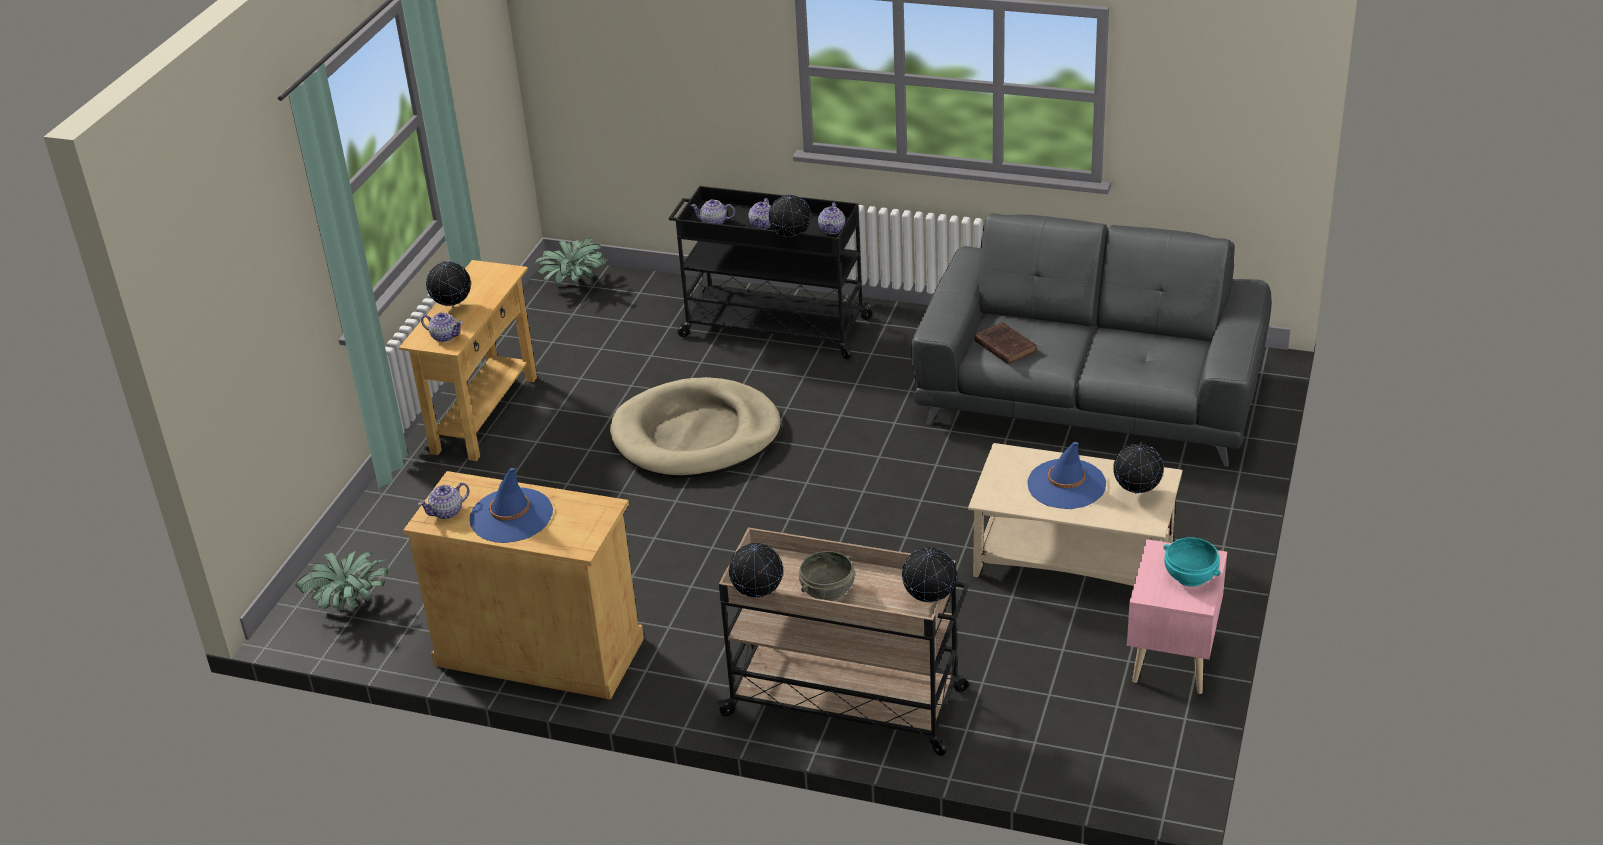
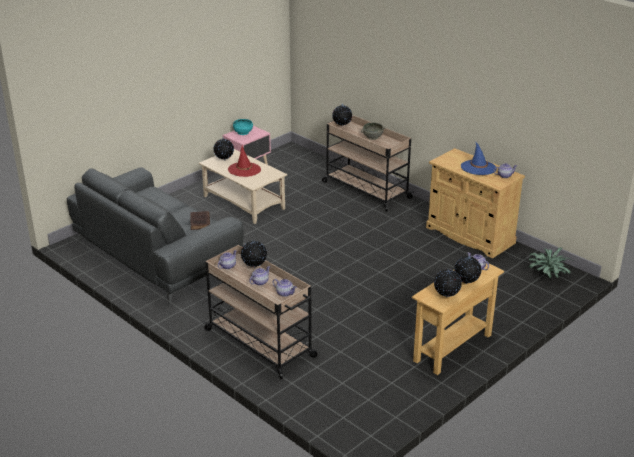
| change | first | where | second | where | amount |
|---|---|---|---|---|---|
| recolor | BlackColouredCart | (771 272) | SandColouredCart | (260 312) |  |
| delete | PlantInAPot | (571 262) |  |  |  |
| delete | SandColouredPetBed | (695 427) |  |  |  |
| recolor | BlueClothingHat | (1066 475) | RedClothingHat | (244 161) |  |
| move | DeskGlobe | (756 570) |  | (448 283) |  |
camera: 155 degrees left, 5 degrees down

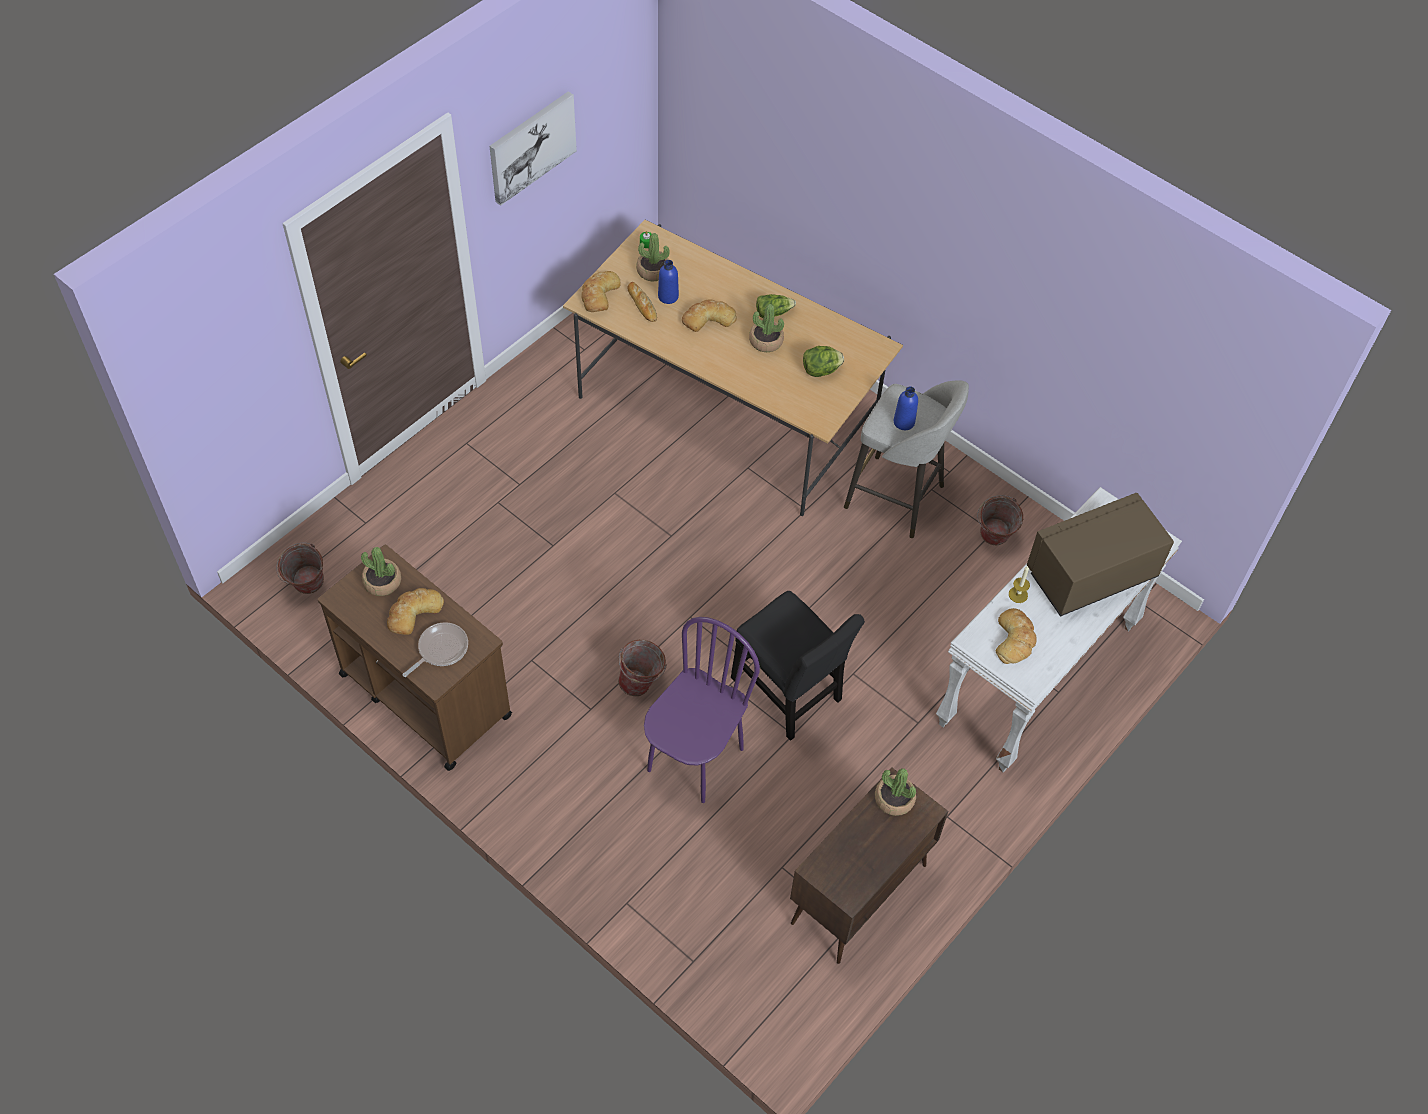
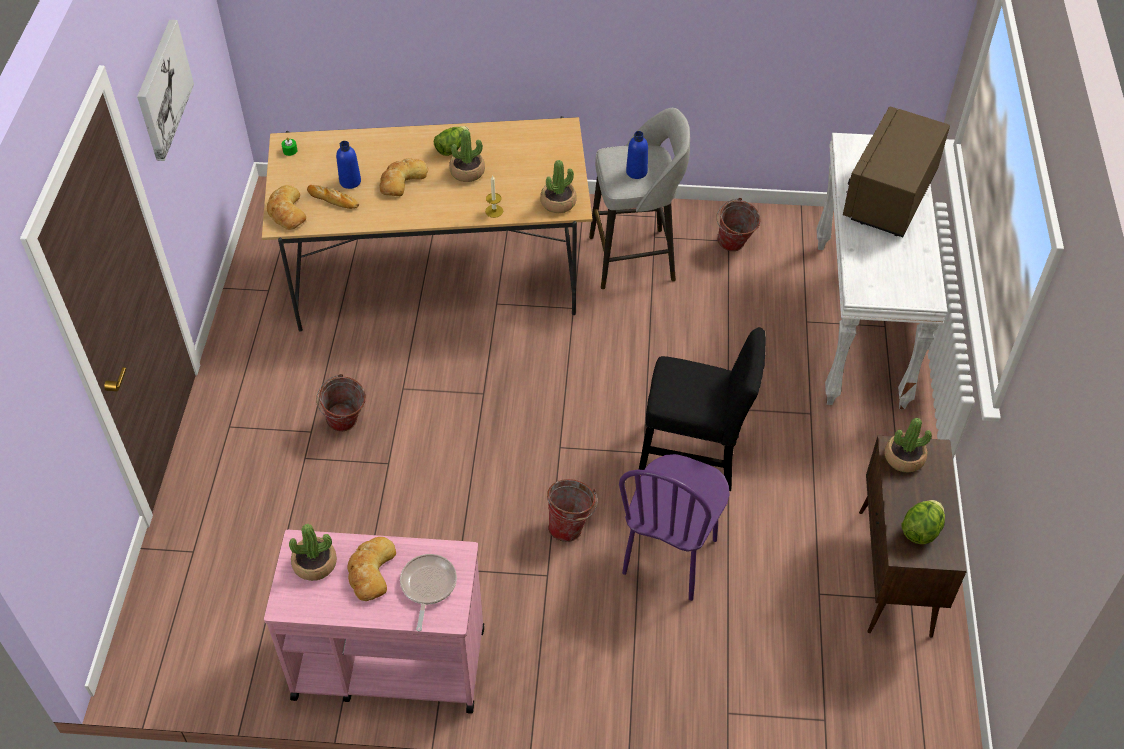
| change | first | where | second | where | amount |
|---|---|---|---|---|---|
| move | PlantInAPot | (653 257) |  | (558 186) |  |
| move | HeadOfLettuce | (823 361) |  | (923 522) |  |
| move | Pail | (300 568) |  | (341 402) |  |
| recolor | BrownColouredCart | (415 658) | PinkCart | (374 622) |  |
| move | WaxCandle | (1019 584) |  | (494 196) |  |
| delete | BakedBread | (1016 636) |  |  |  |
| rotate | PurpleColouredUprightChair | (702 710) |  | (674 527) | 150 degrees counterclockwise |
camera: 35 degrees left, 5 degrees down

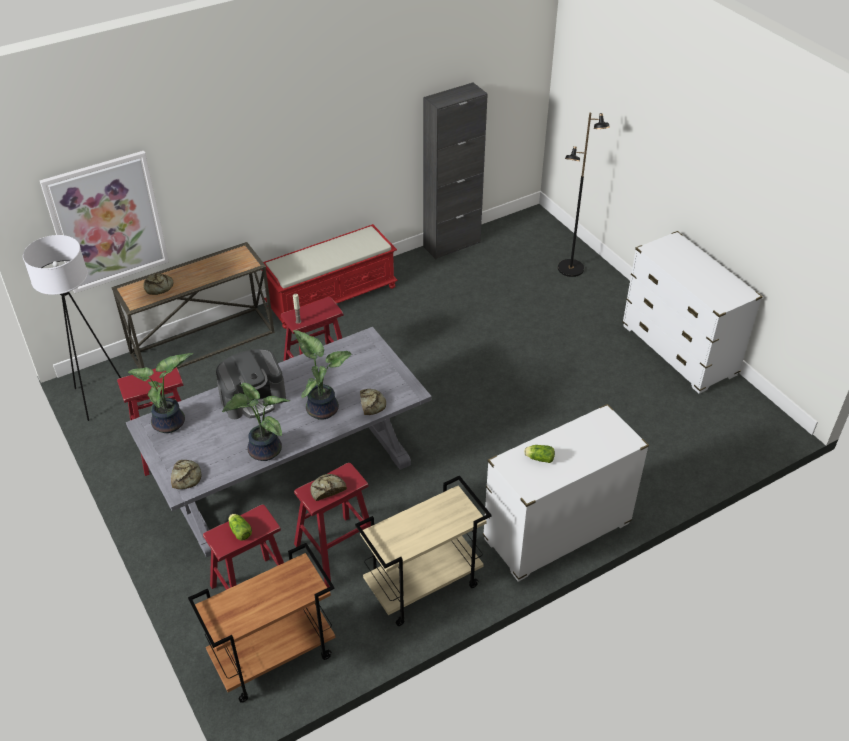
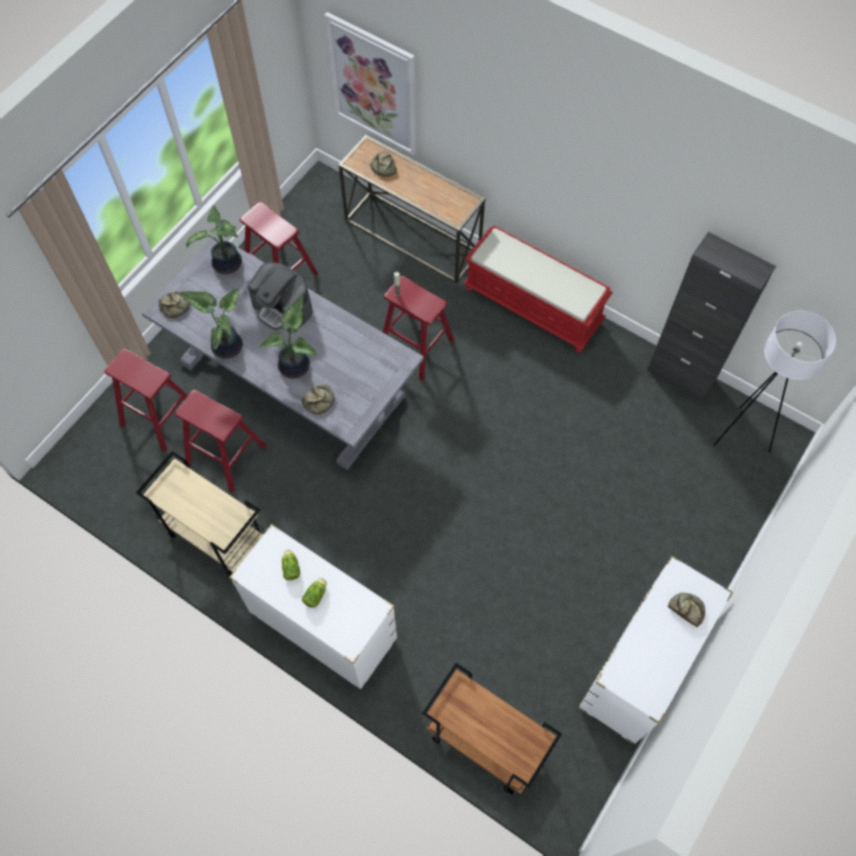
| change | first | where | second | where | amount |
|---|---|---|---|---|---|
| delete | BlackColouredStandingLamp | (584 194) |  |  |  |
| move | WhiteStandingLamp | (72 328) |  | (775 382) |  |
| move | BakedBread | (328 487) |  | (686 610) |  |
| move | HeadOfLettuce | (240 527) |  | (314 593) |  |
| move | BrownColouredCart | (261 623) |  | (492 728) |  |
camera: 65 degrees right, 20 degrees up

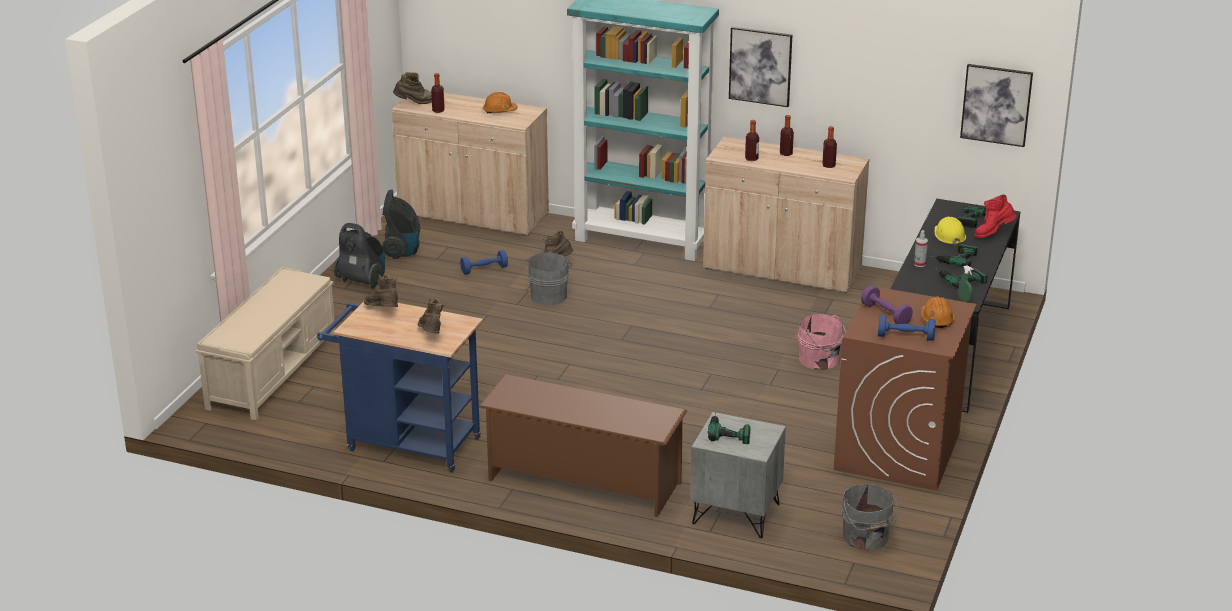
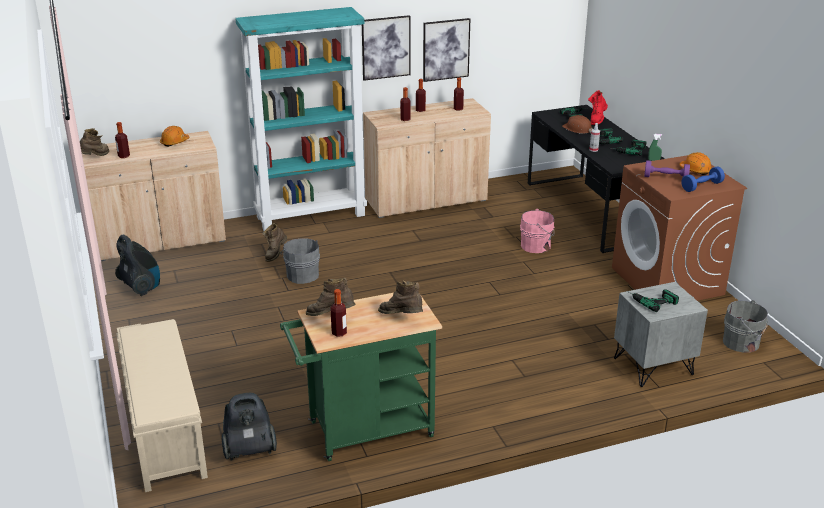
| change | first | where | second | where | amount |
|---|---|---|---|---|---|
| move | Picture | (996 105) |  | (446 50) |  |
| recolor | YellowSafetyHelmet | (950 231) | BrownColouredSafetyHelmet | (578 124) |  |
| move | VacuumCleaner | (359 255) |  | (249 427) |  |
| delete | BlueDumbbell | (484 262) |  |  |  |
| recolor | BlueCart | (400 387) | GreenCart | (361 377) |  |
| delete | BrownColouredShoeRack | (583 445) |  |  |  |
| insert |  |  | DrinkBottle | (338 313) |  |
camera: 40 degrees left, 0 degrees up

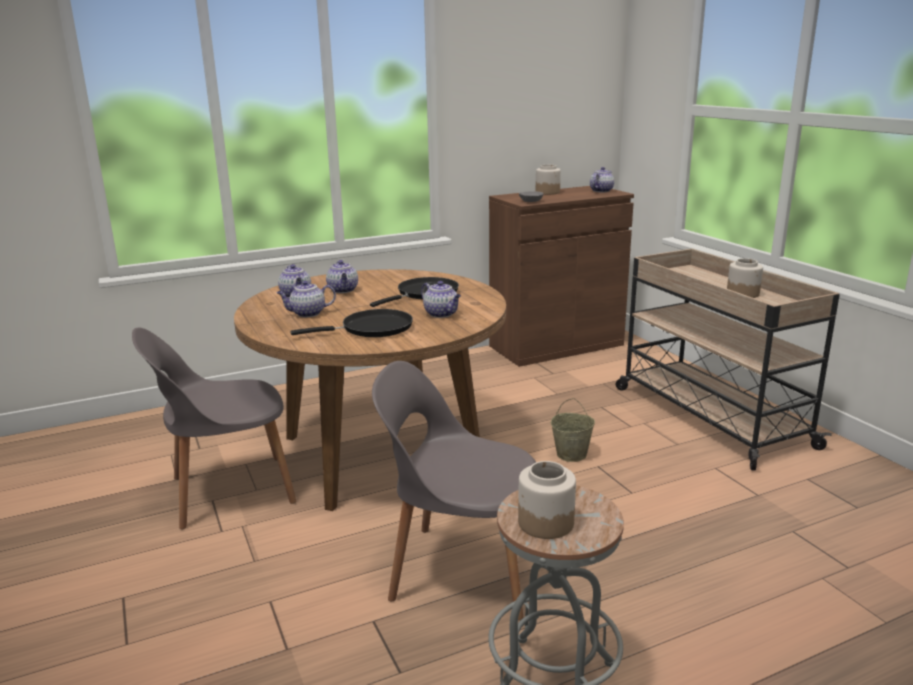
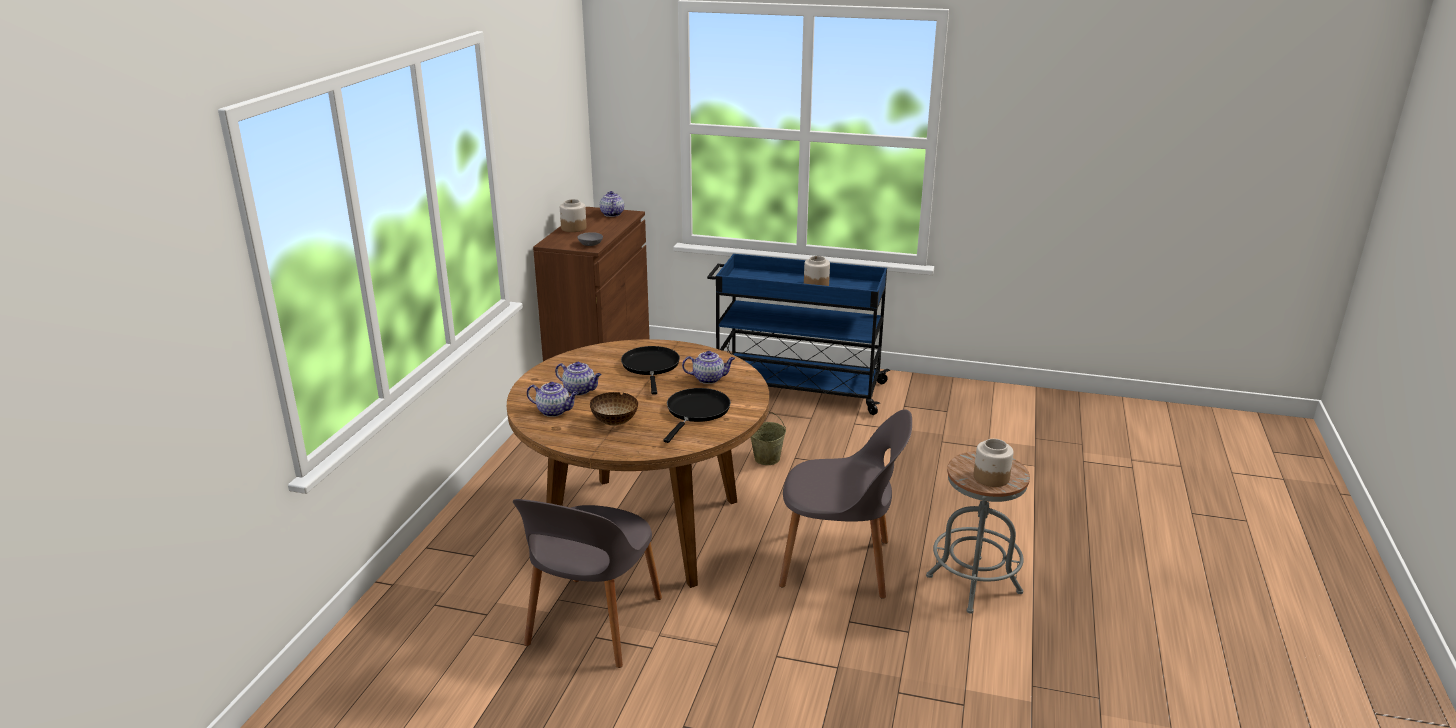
| change | first | where | second | where | amount |
|---|---|---|---|---|---|
| recolor | SandColouredCart | (728 360) | BlueCart | (798 334) |  |
| replace | Teapot | (306 299) | ServingBowl | (614 409) |  |
| rotate | GrayUprightChair | (454 490) |  | (845 504) | 135 degrees counterclockwise |
camera: 50 degrees left, 5 degrees up

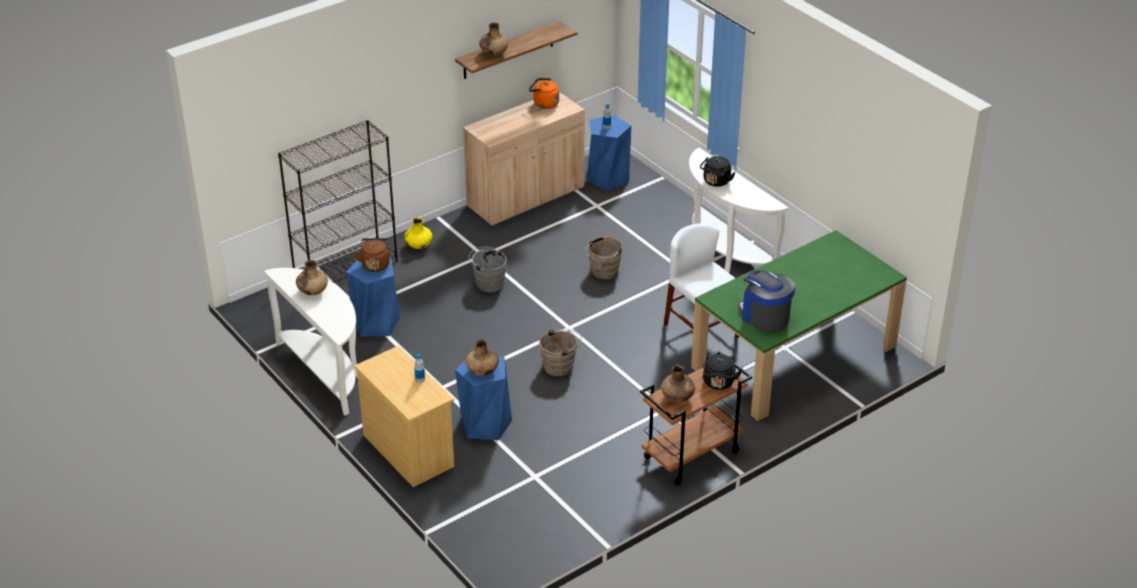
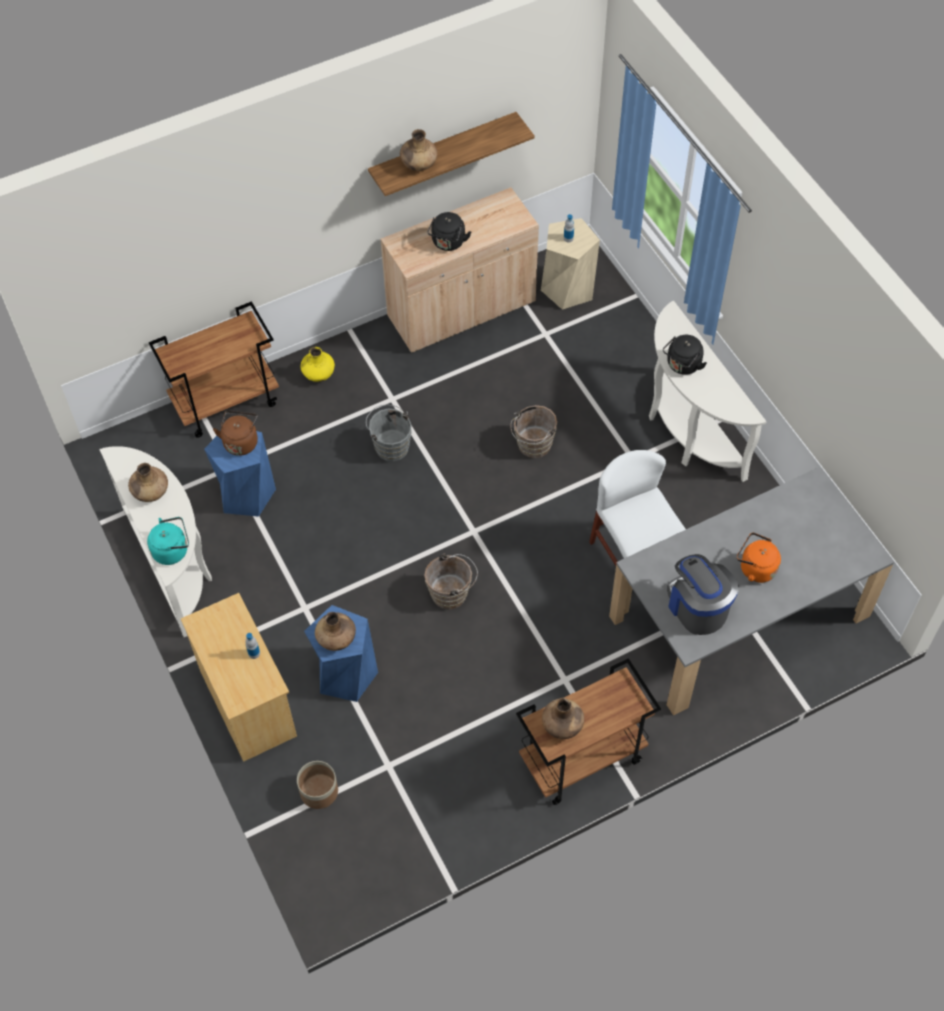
| change | first | where | second | where | amount |
|---|---|---|---|---|---|
| move | OrangeyKettle | (544 93) |  | (759 557) |  |
| recolor | BlueStool | (609 152) | SandColouredStool | (570 264) |  |
| replace | BlackColouredBookshelf | (338 201) | BrownColouredCart | (214 369) |  |
| recolor | GreenDinnerTable | (799 325) | GrayDinnerTable | (751 591) |  |
| move | BlackColouredKettle | (722 372) |  | (449 231) |  |
| insert |  |  | TurquoiseColouredKettle | (168 541) |  |
| insert |  |  | Planter | (317 785) |  |
camera: 10 degrees right, 20 degrees up

